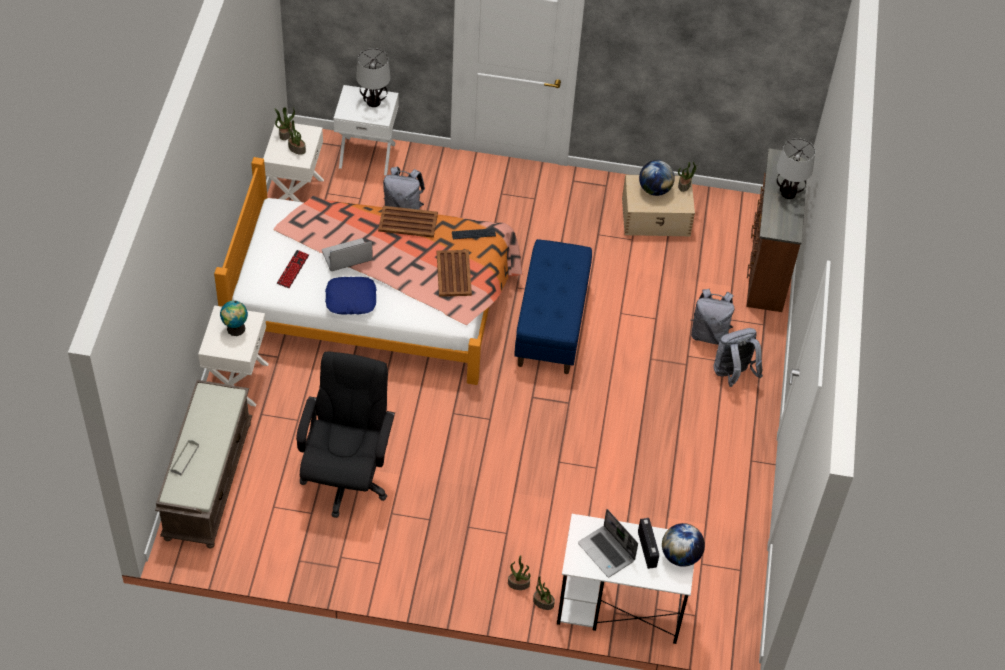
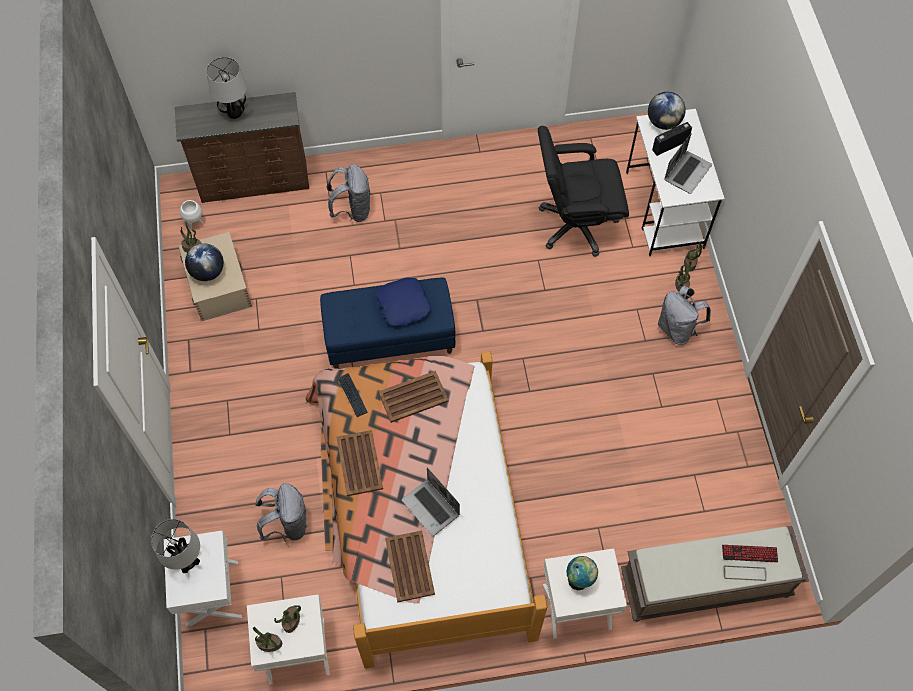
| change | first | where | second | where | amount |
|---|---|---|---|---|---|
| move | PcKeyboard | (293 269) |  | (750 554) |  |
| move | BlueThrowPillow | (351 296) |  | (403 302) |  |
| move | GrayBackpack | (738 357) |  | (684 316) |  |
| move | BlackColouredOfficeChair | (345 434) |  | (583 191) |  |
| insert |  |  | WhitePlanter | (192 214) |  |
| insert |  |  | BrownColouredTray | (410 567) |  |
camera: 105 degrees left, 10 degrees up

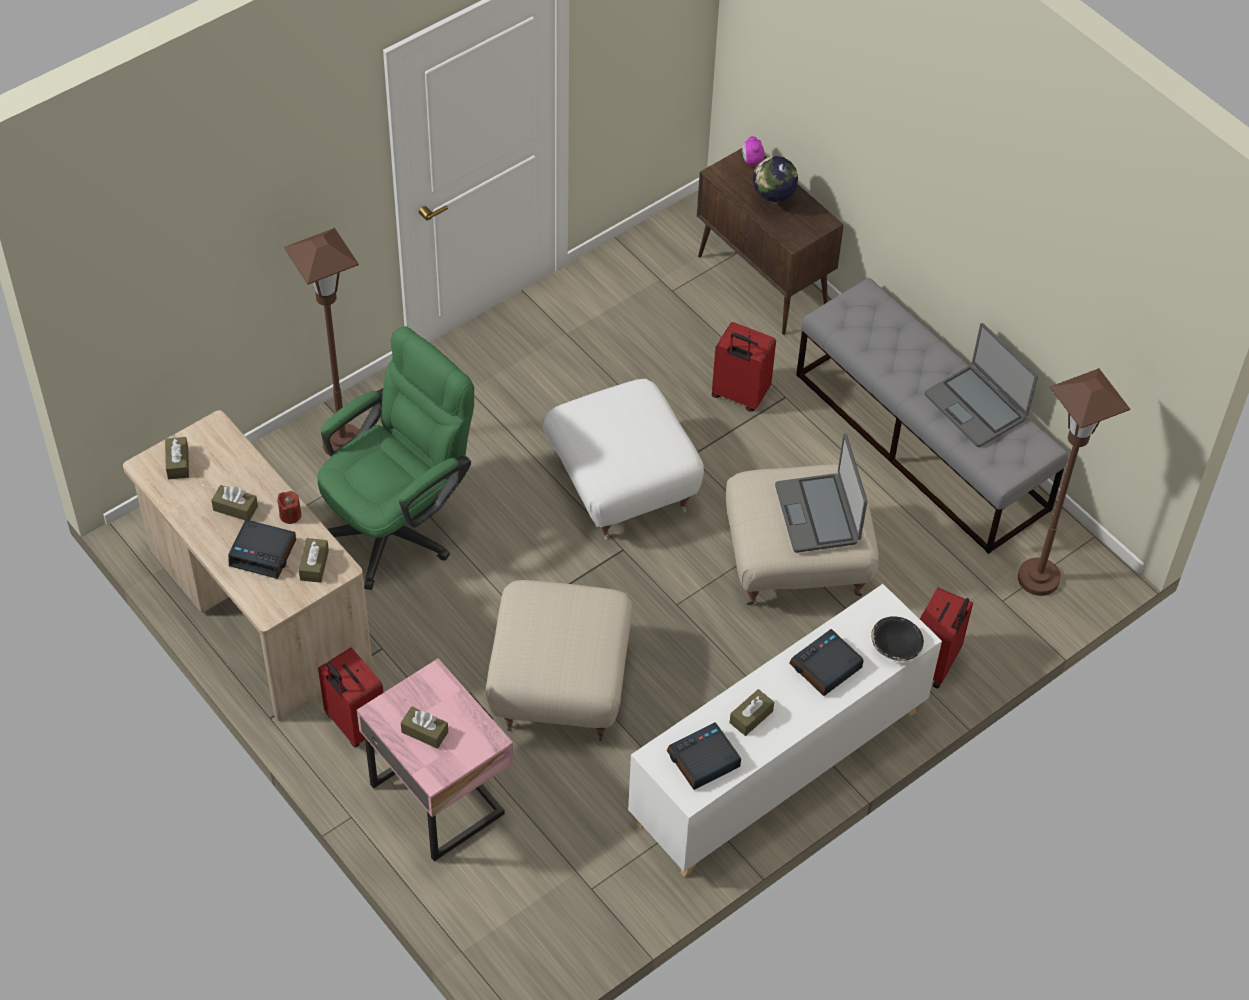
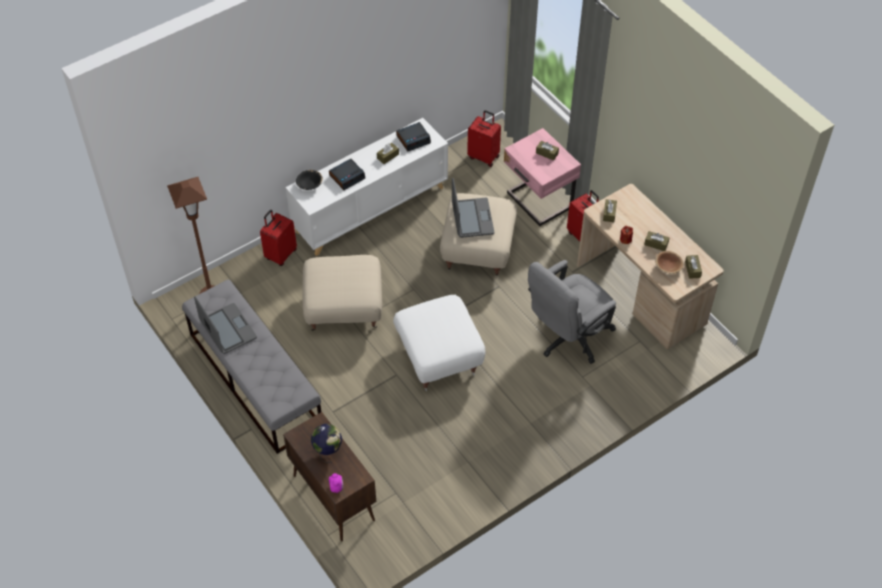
| change | first | where | second | where | amount |
|---|---|---|---|---|---|
| delete | BrownColouredStandingLamp | (321 342) |  |  |  |
| move | RedSuitcase | (744 366) |  | (484 138) |  |
| recolor | GreenOfficeChair | (395 458) | GrayOfficeChair | (572 312) |  |
| move | NotebookComputer | (821 493) |  | (473 208) |  |
| delete | TableClock | (262 549) |  |  |  |
| insert |  |  | BrownColouredServingBowl | (669 262) |  |
camera: 175 degrees left, 0 degrees up

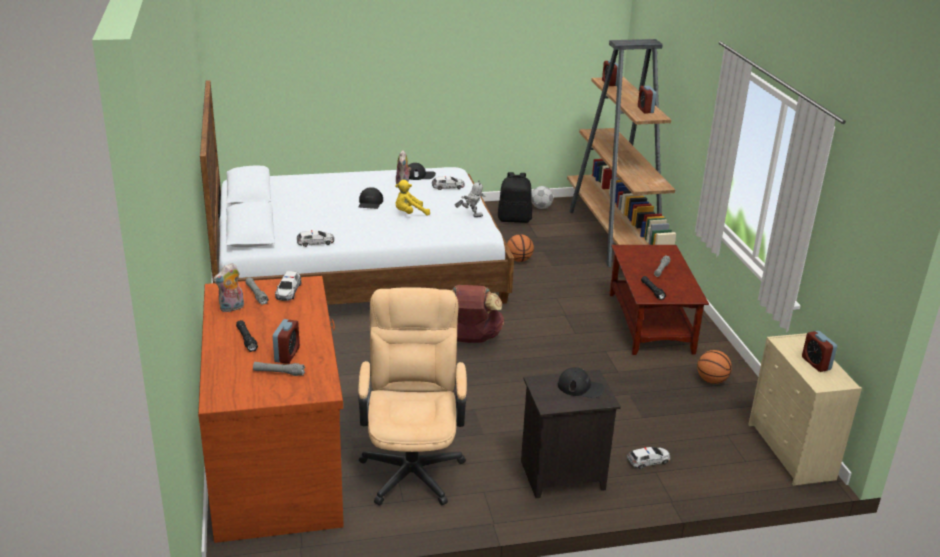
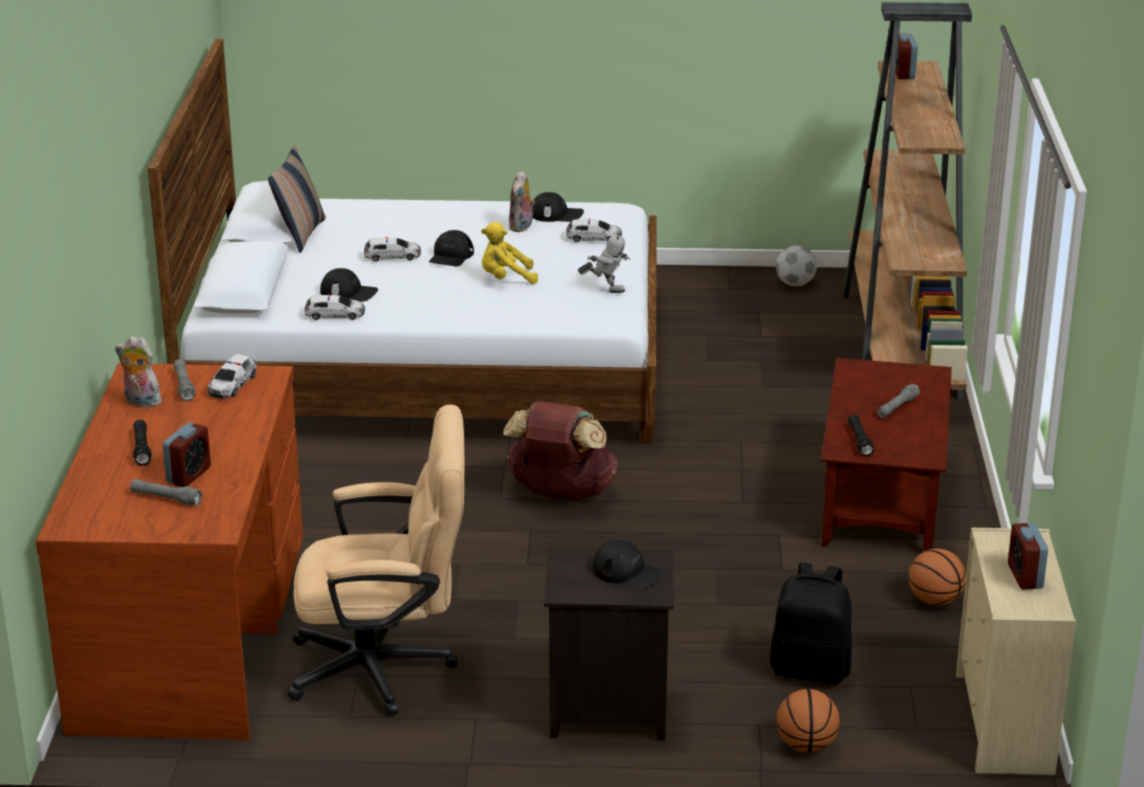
| change | first | where | second | where | amount |
|---|---|---|---|---|---|
| delete | TableClock | (647 99) |  |  |  |
| move | BlackColouredBackpack | (515 197) |  | (811 623) |  |
| move | BallForBasketball | (520 248) |  | (808 721) |  |
| rotate | SoftToy | (228 288) |  | (138 372) | 45 degrees clockwise |
| rotate | SandColouredOfficeChair | (412 396) |  | (376 560) | 75 degrees clockwise |
| move | ToyCar | (649 458) |  | (392 249) |  |
| insert |  |  | ThrowPillow | (297 199) |  |
| insert |  |  | BlackColouredBaseballCap | (349 285) |  |
camera: 15 degrees right, 0 degrees up

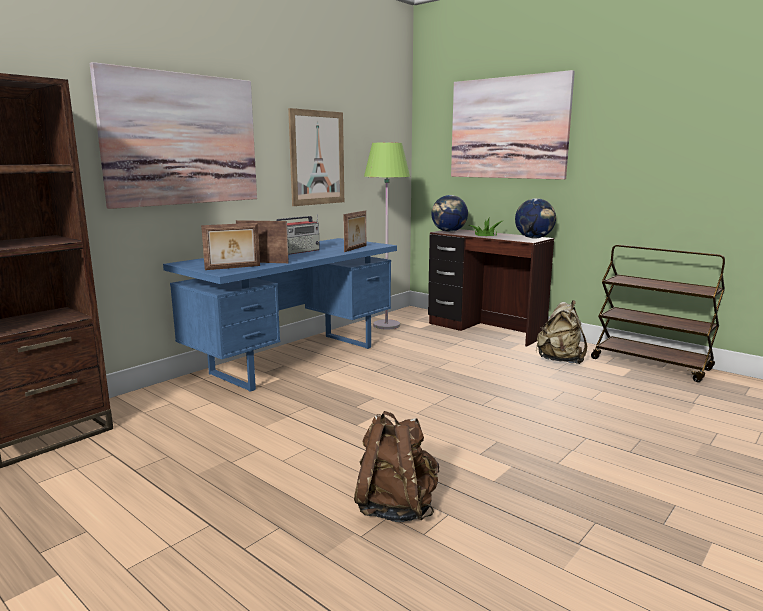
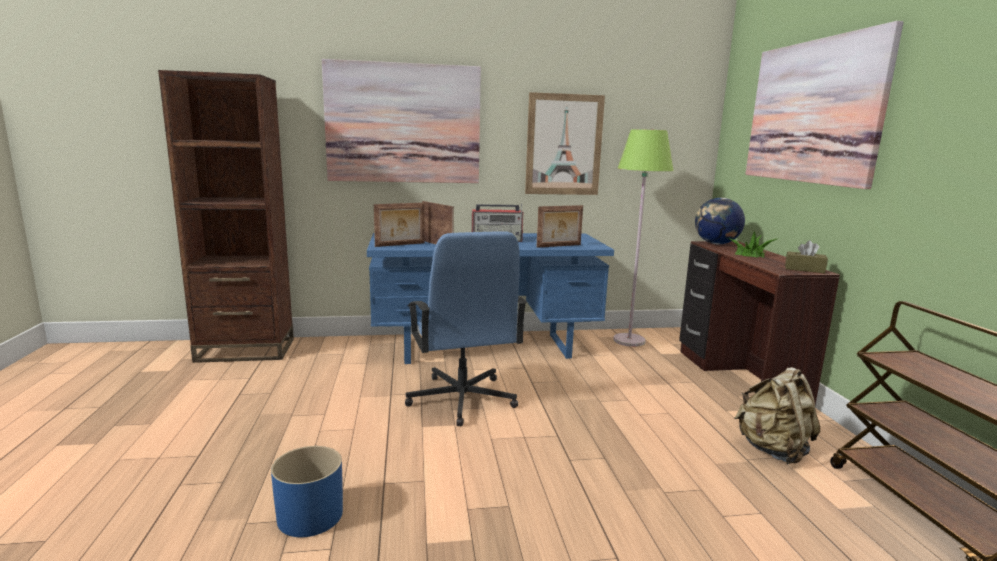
| change | first | where | second | where | amount |
|---|---|---|---|---|---|
| replace | DeskGlobe | (535 218) | BrownColouredTissueBox | (806 256) |  |
| rotate | PictureFrame | (230 246) |  | (399 225) | 45 degrees counterclockwise |
| replace | BrownColouredBackpack | (396 466) | BluePlanter | (307 491) |  |
| insert |  |  | BlueOfficeChair | (466 329) |  |
camera: 40 degrees right, 0 degrees up

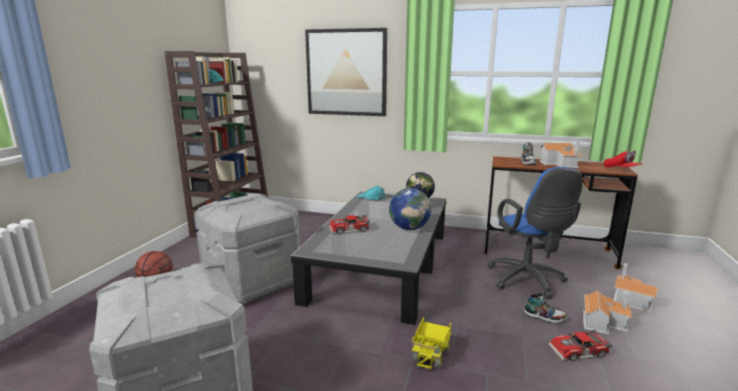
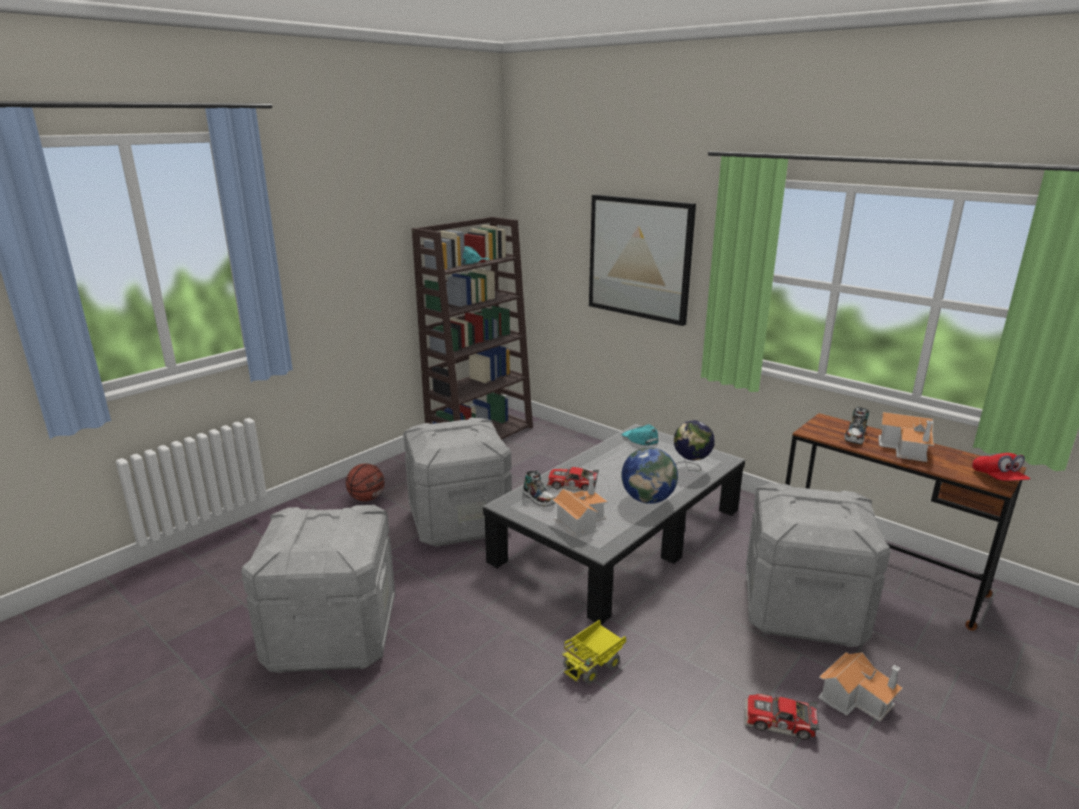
| change | first | where | second | where | amount |
|---|---|---|---|---|---|
| replace | BlueOfficeChair | (534 233) | GrayStorageBox | (818 565) |  |
| move | MiniatureHouse | (636 288) |  | (580 507) |  |
| move | Shoe | (545 308) |  | (539 488) |  |
camera: 25 degrees right, 5 degrees up

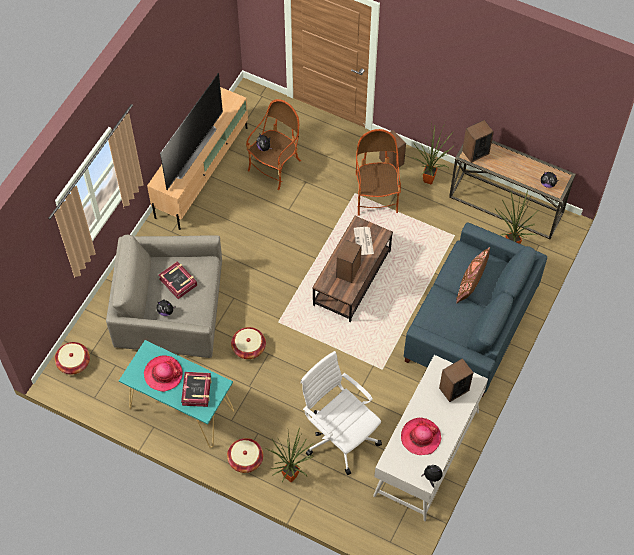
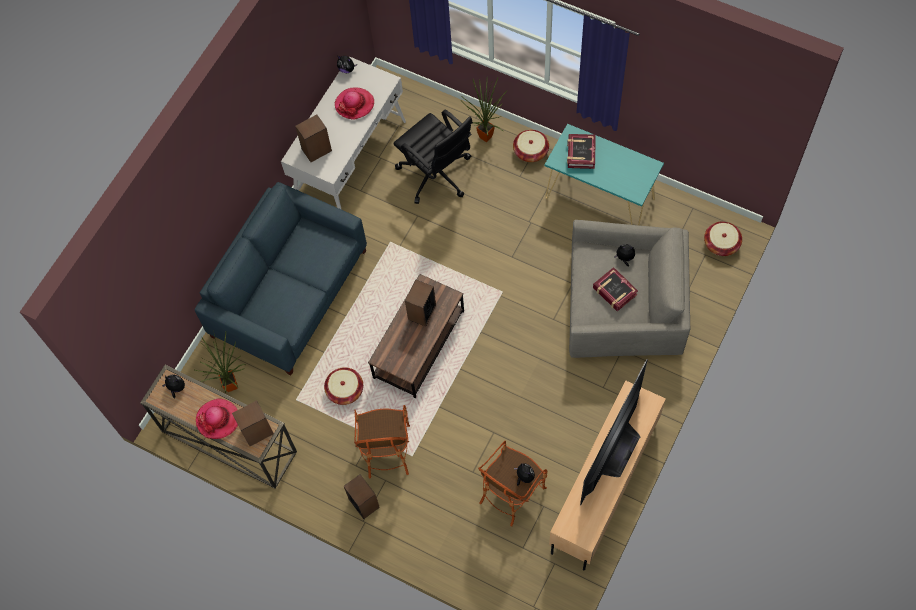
| change | first | where | second | where | amount |
|---|---|---|---|---|---|
| delete | PlantInAPot | (432 154) |  |  |  |
| delete | Newspaper | (364 241) |  |  |  |
| delete | BrownColouredThrowPillow | (473 275) |  |  |  |
| move | StorageBasket | (248 343) |  | (343 386) |  |
| recolor | WhiteOfficeChair | (341 413) | BlackColouredOfficeChair | (433 156) |  |
| move | ClothingHat | (163 374) |  | (217 418) |  |
camera: 175 degrees left, 5 degrees up

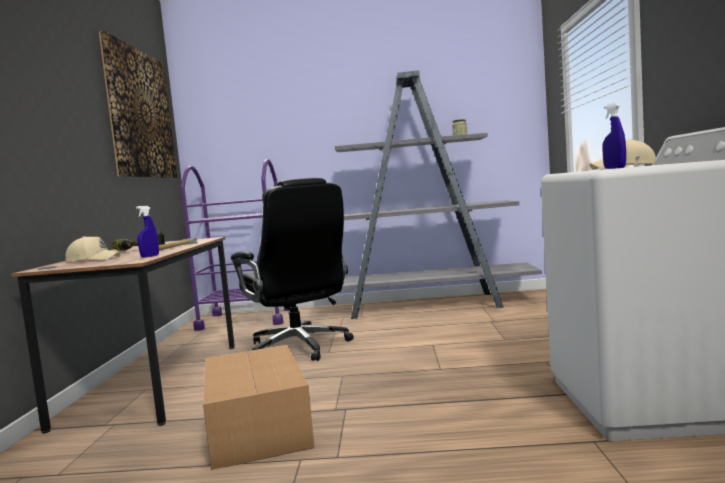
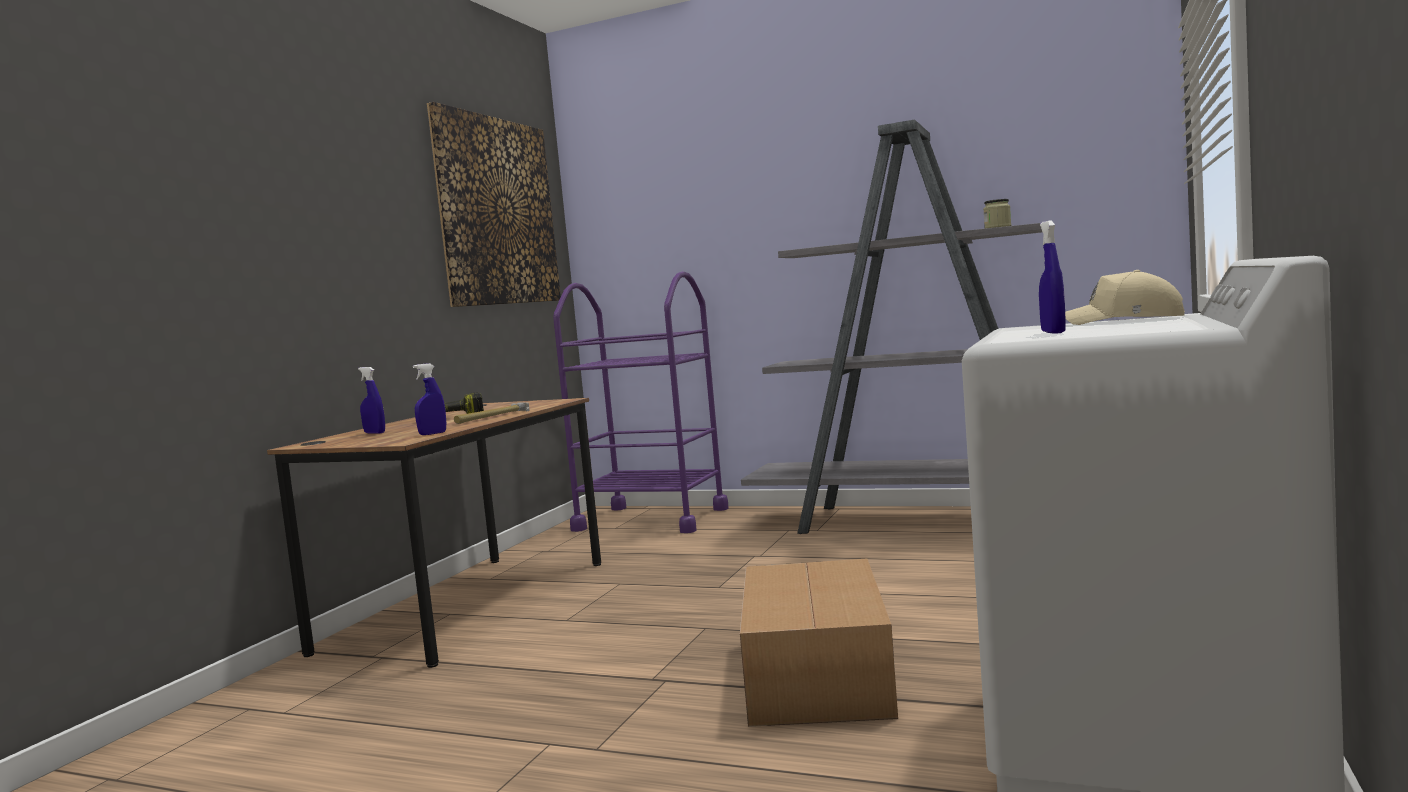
| change | first | where | second | where | amount |
|---|---|---|---|---|---|
| delete | BlackColouredOfficeChair | (292 269) |  |  |  |
| replace | SandColouredBaseballCap | (92 249) | BlueSprayer | (371 400) |  |
| move | PackingBox | (259 407) |  | (819 642) |  |
camera: 20 degrees right, 0 degrees up

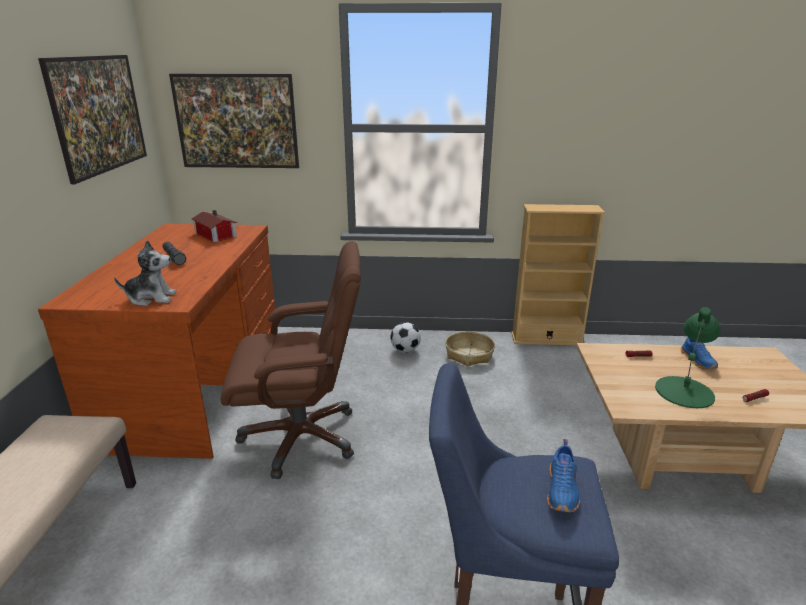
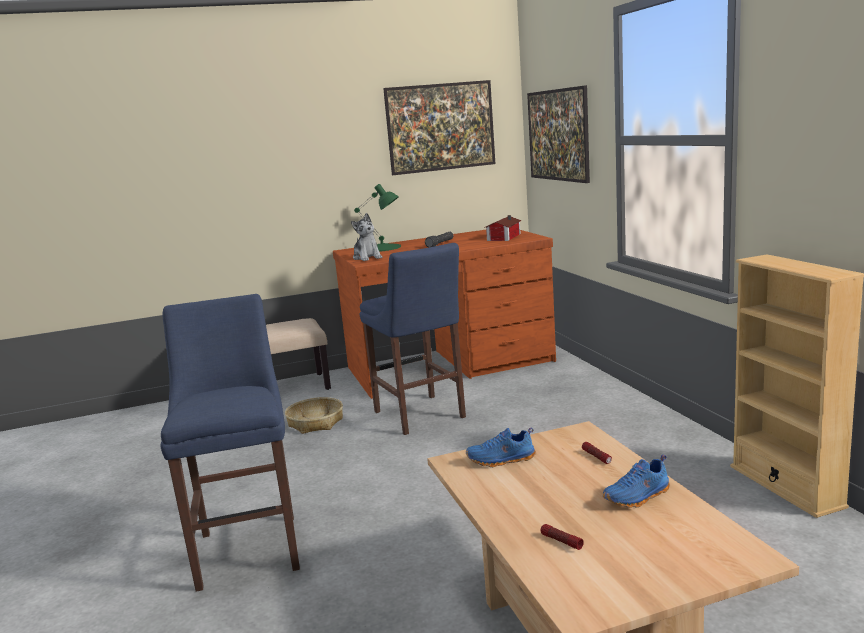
| change | first | where | second | where | amount |
|---|---|---|---|---|---|
| replace | BrownColouredOfficeChair | (290 360) | BlueStool | (413 339) |  |
| move | GreenTableLamp | (688 357) |  | (377 218) |  |
| delete | Football | (405 337) |  |  |  |
| move | StorageBasket | (470 349) |  | (314 415) |  |
| move | BlueShoe | (563 475) |  | (501 447) |  |
camera: 70 degrees right, 10 degrees down

